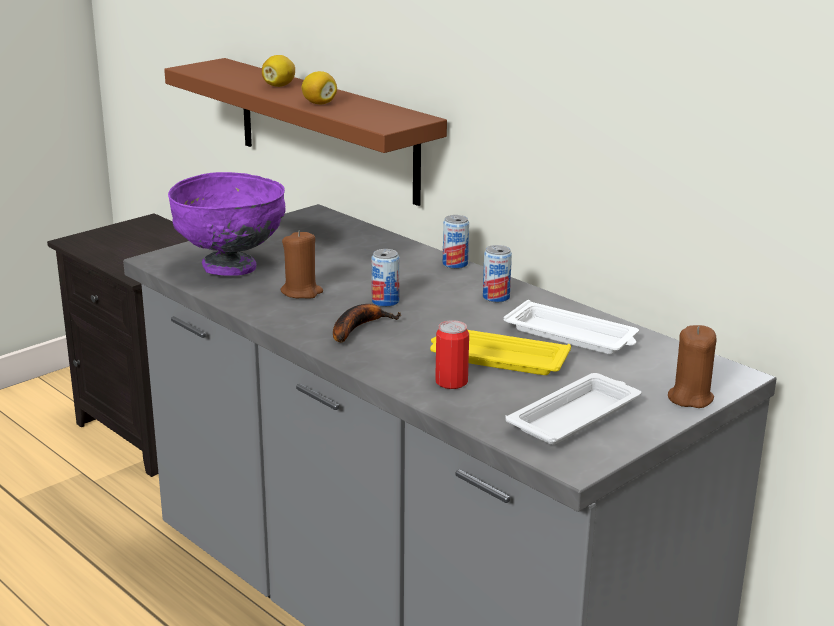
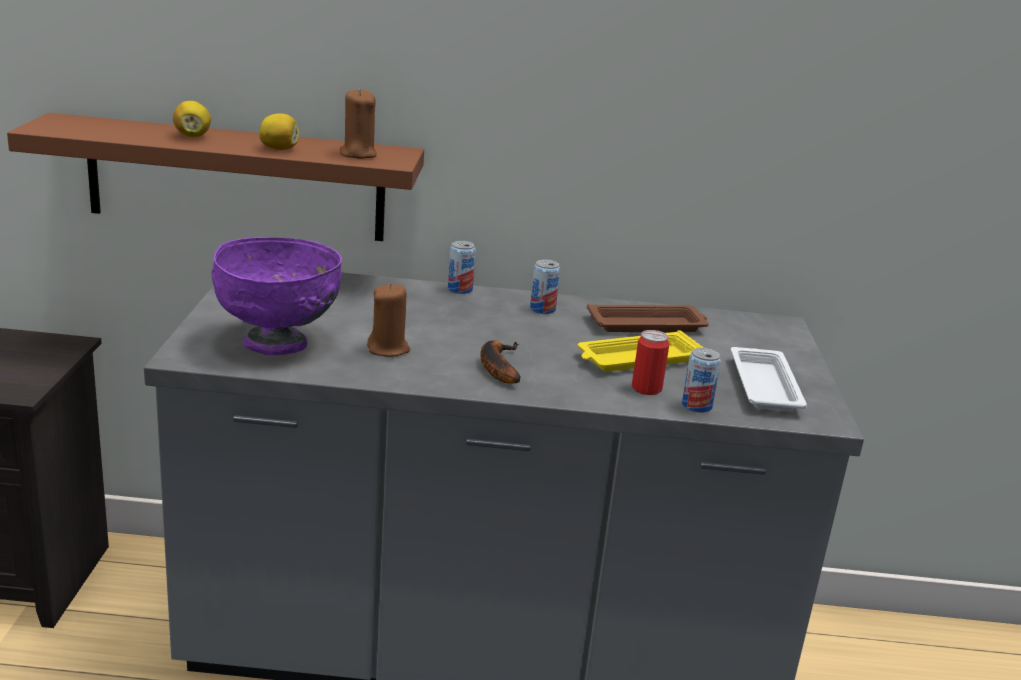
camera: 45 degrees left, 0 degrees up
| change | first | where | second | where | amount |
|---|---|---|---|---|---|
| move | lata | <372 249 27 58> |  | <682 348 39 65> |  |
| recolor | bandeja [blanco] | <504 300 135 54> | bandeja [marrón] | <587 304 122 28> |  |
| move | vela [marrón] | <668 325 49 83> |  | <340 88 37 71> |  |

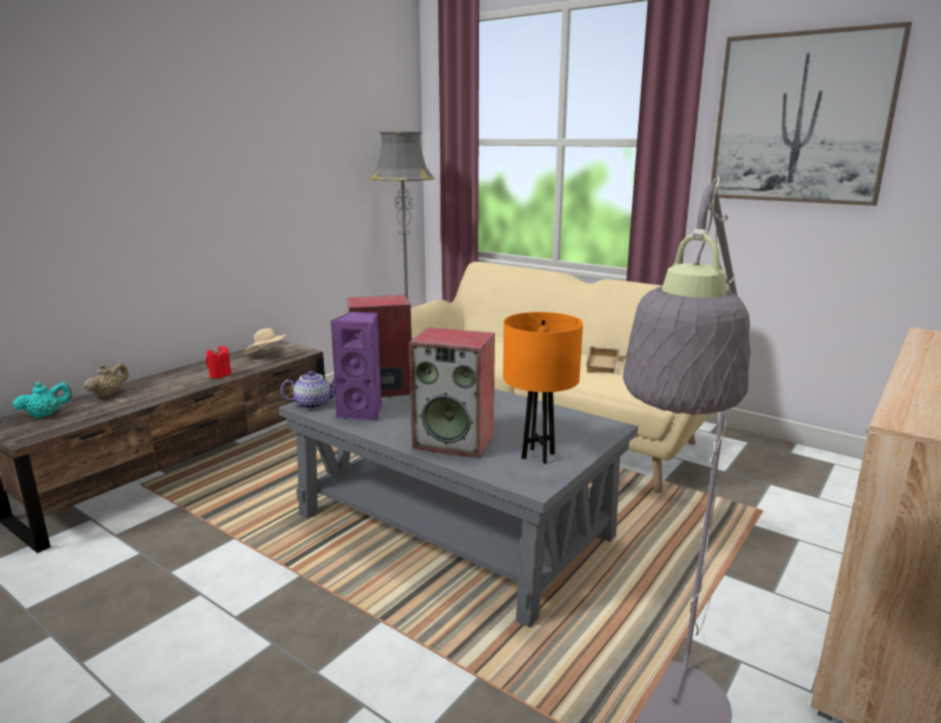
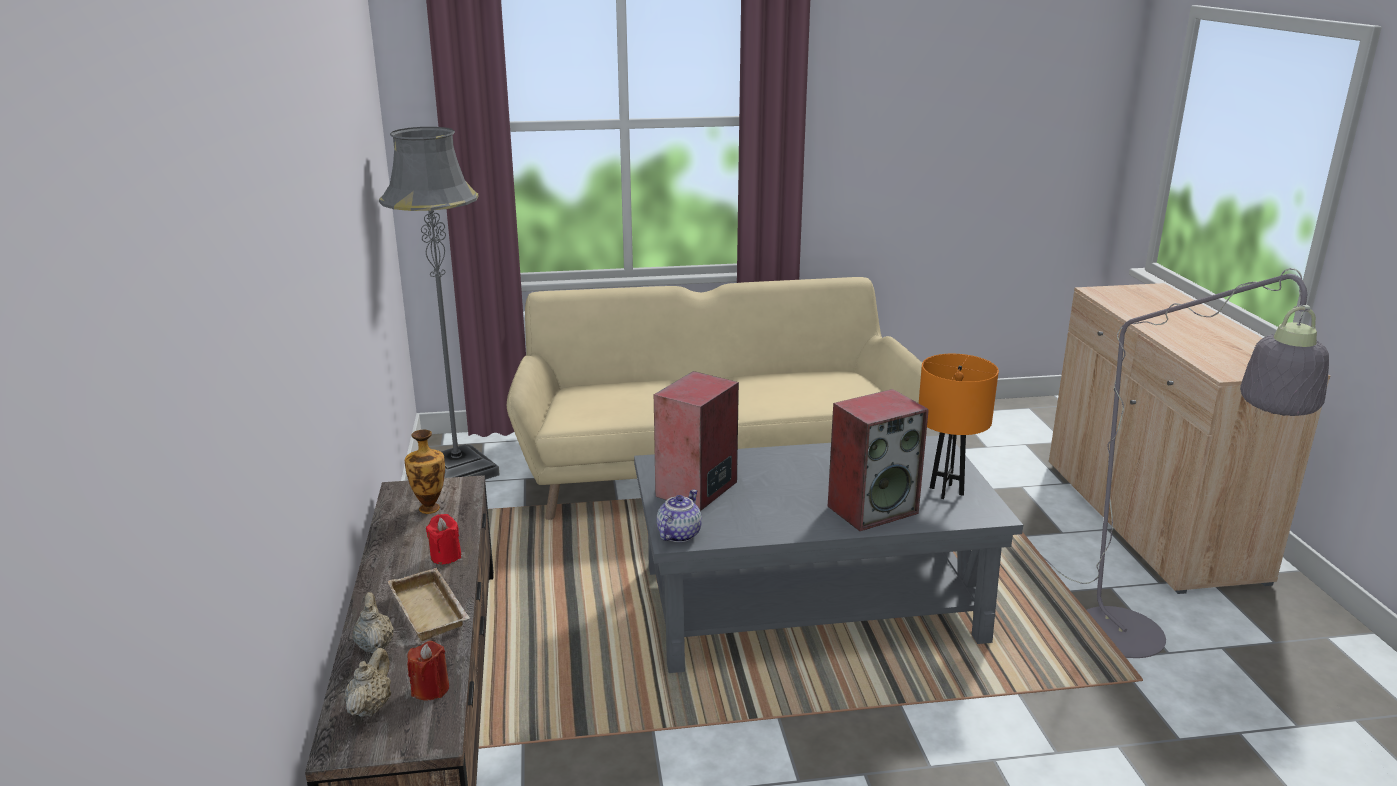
camera: 45 degrees left, 5 degrees up
| change | first | where | second | where | amount |
|---|---|---|---|---|---|
| delete | cuadro | <711 22 201 184> |  |  |  |
| delete | altavoz [morado] | <331 311 51 110> |  |  |  |
| replace | sombrero [beis] | <243 328 44 26> | florero | <405 430 40 84> |  |
| move | bandeja [beis] | <586 346 34 27> |  | <388 568 82 73> |  |
| recolor | tetera [turquesa] | <12 382 60 36> | tetera [beis] | <345 648 46 69> |  |
| insert |  |  | vela [rojo] | <407 641 42 60> |  |

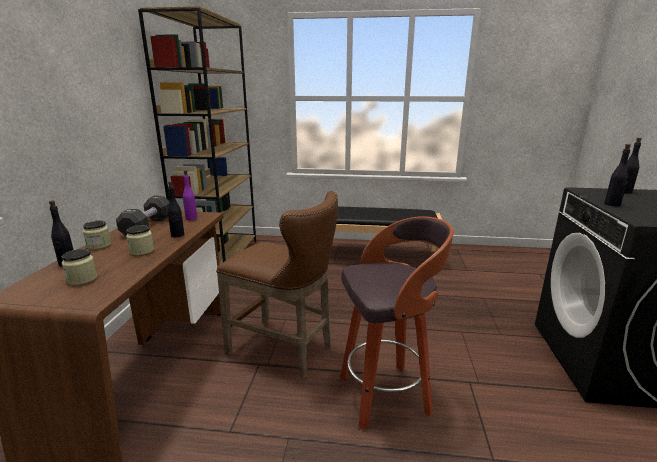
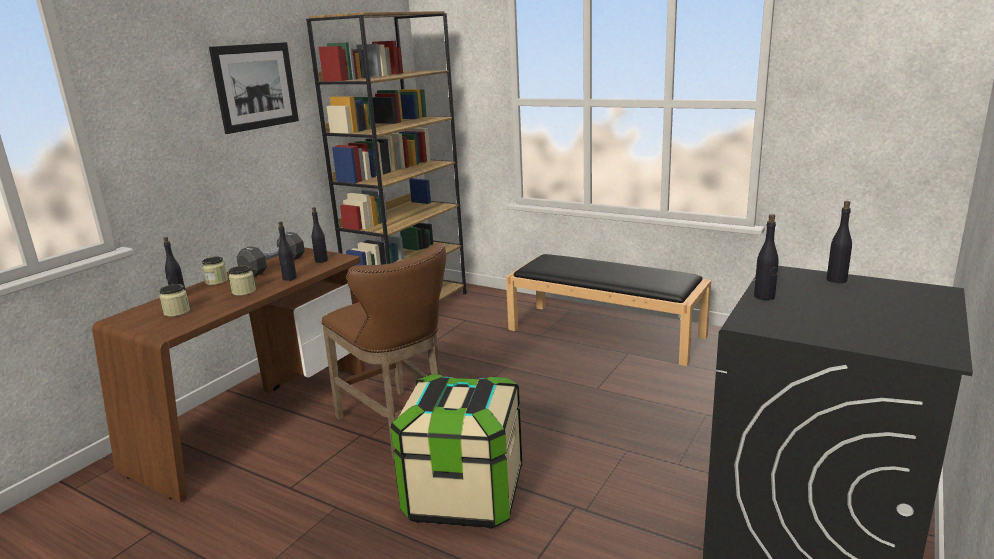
camera: 25 degrees right, 0 degrees up
| change | first | where | second | where | amount |
|---|---|---|---|---|---|
| recolor | botella [morado] | <183 170 14 50> | botella [negro] | <312 207 16 56> |  |
| replace | taburete | <340 216 114 214> | caja de almacenaje | <390 375 132 154> |  |
| insert |  |  | cuadro | <209 42 90 92> |  |

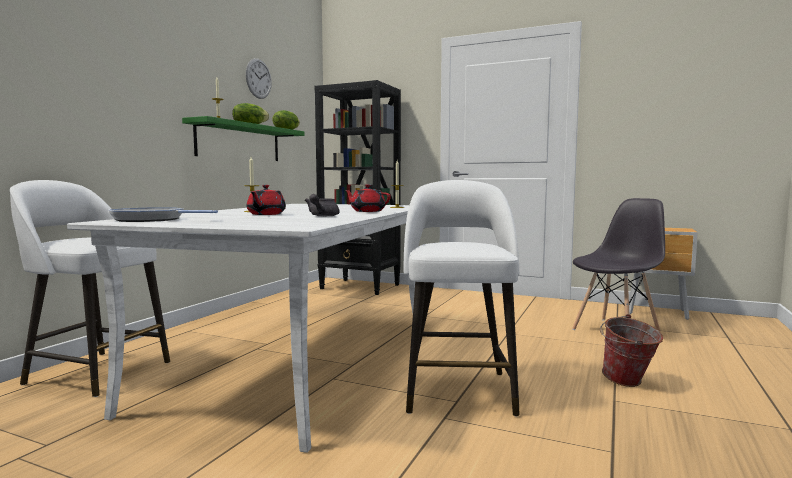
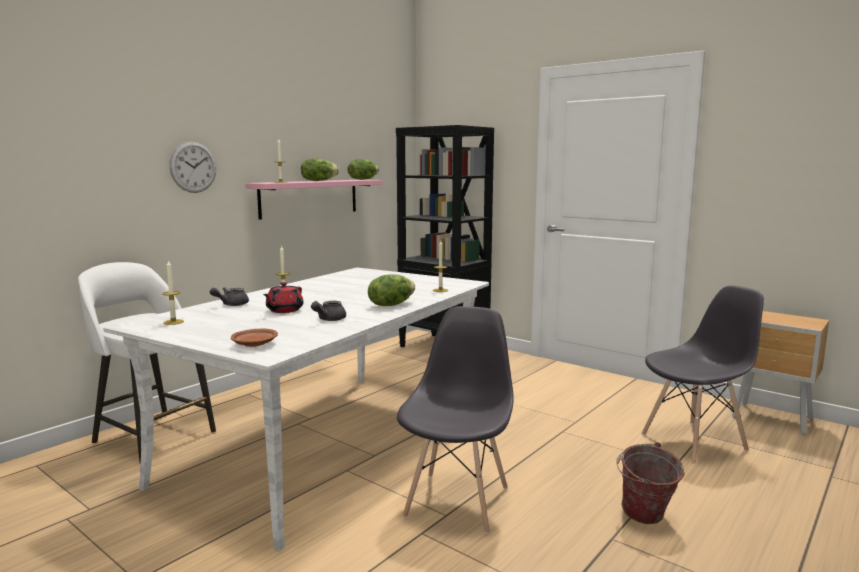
camera: 15 degrees right, 5 degrees up
| change | first | where | second | where | amount |
|---|---|---|---|---|---|
| move | reloj de pared | <246 58 26 41> |  | <169 142 47 51> |  |
| recolor | estante [verde] | <182 116 123 45> | estante [rosa] | <245 180 138 40> |  |
| replace | taburete [blanco] | <404 180 116 237> | silla [gris] | <397 306 117 228> |  |
| replace | tetera [rojo] | <345 184 46 28> | lechuga | <368 275 47 31> |  |
| replace | sartén | <108 207 110 15> | vela | <162 260 22 65> |  |
| insert |  |  | tetera [gris] | <210 287 39 19> |  |
| insert |  |  | plato [marrón] | <231 329 47 18> |  |

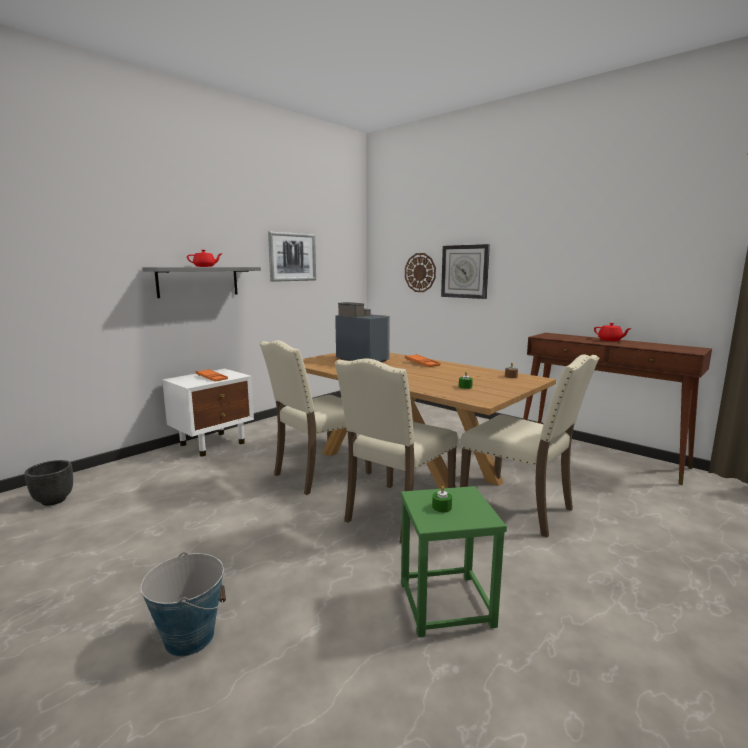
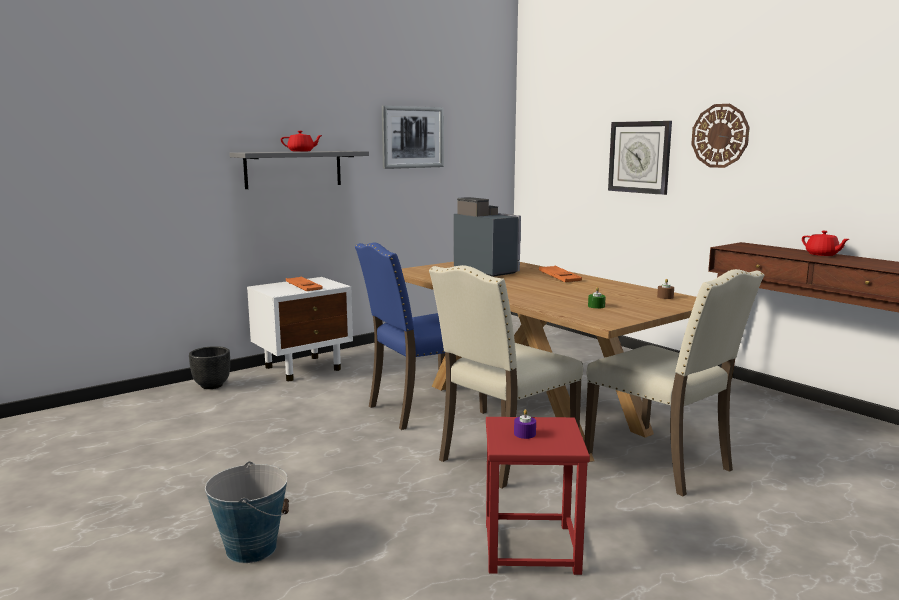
camera: 10 degrees right, 0 degrees up
| change | first | where | second | where | amount |
|---|---|---|---|---|---|
| move | reloj de pared | <405 253 31 39> |  | <691 104 59 64> |  |
| recolor | silla [beis] | <259 340 112 155> | silla [azul] | <355 242 132 188> |  |
| move | maceta [negro] | <25 460 48 46> |  | <189 346 41 43> |  |
| recolor | taburete [verde] | <401 486 106 151> | taburete [rojo] | <486 417 104 158> |  |
| recolor | vela [verde] | <432 486 20 27> | vela [morado] | <514 409 22 30> |  |

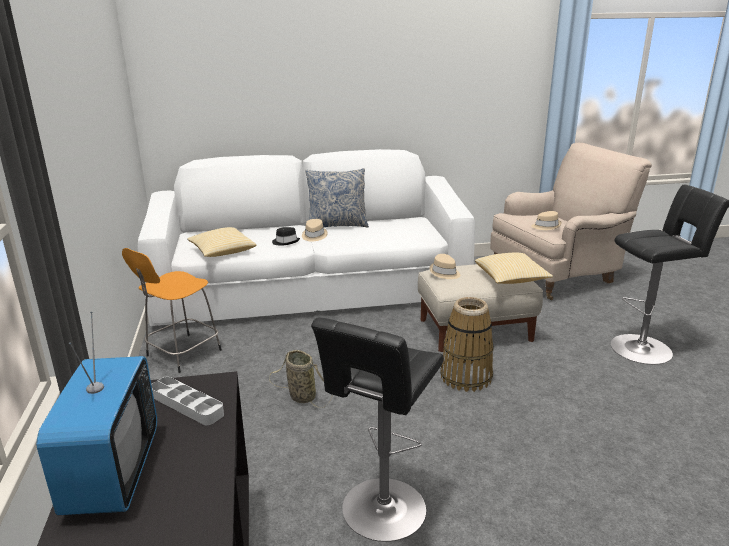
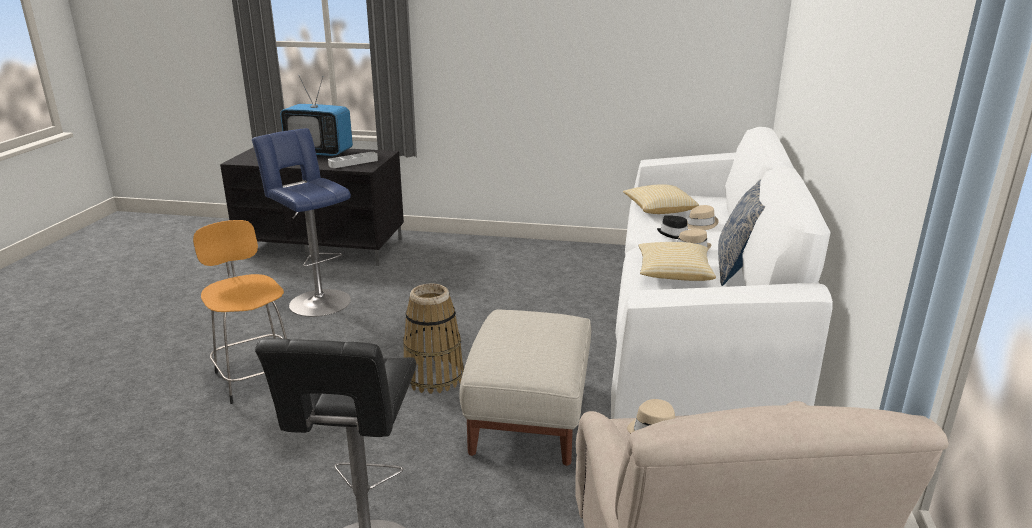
camera: 110 degrees right, 0 degrees up
| change | first | where | second | where | amount |
|---|---|---|---|---|---|
| move | taburete [naranja] | <122 248 100 125> |  | <193 220 94 184> |  |
| move | cojín | <475 253 78 31> |  | <638 242 78 39> |  |
| move | sombrero [beis] | <430 254 30 25> |  | <687 205 32 25> |  |
| recolor | taburete [negro] | <311 317 133 225> | taburete [azul] | <252 128 99 189> |  |
| delete | cesta | <269 350 64 58> |  |  |  |

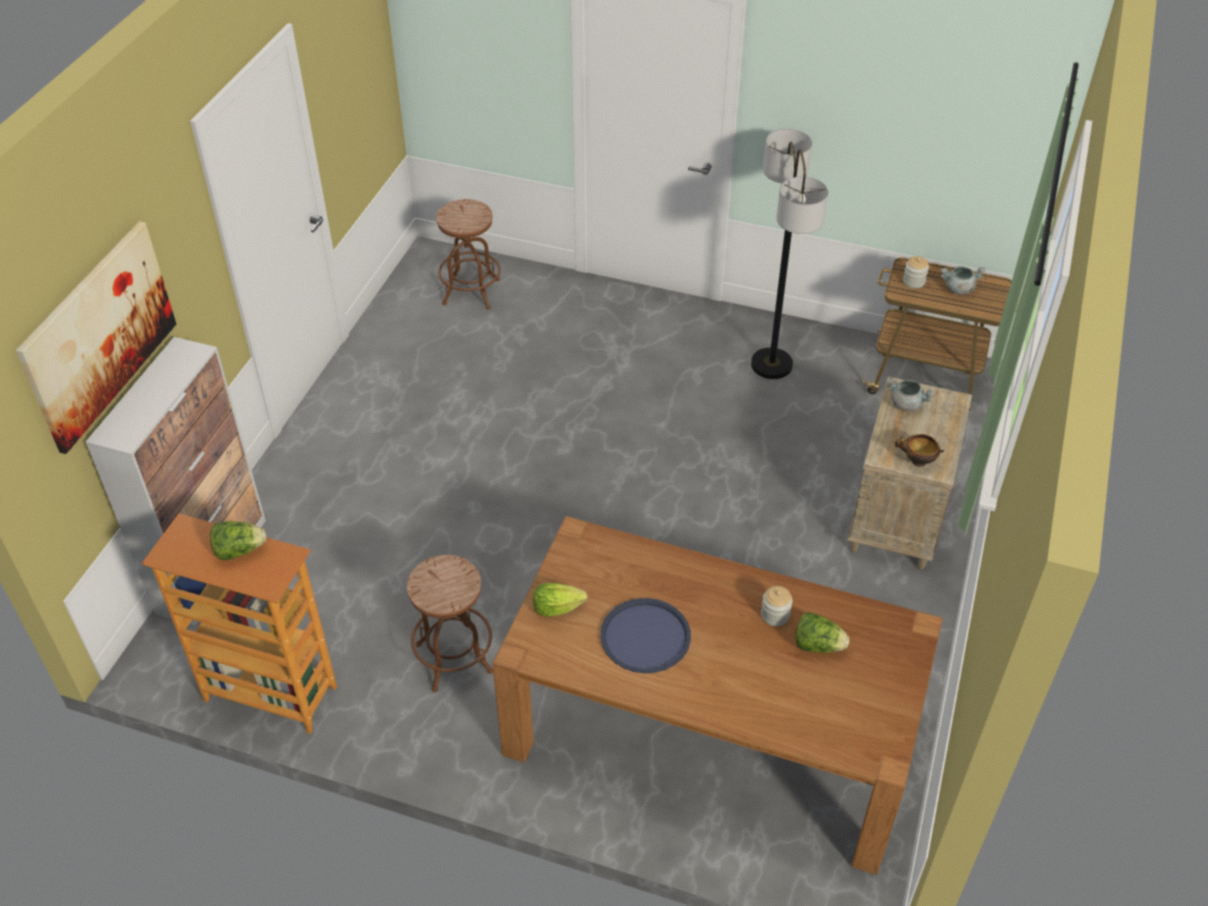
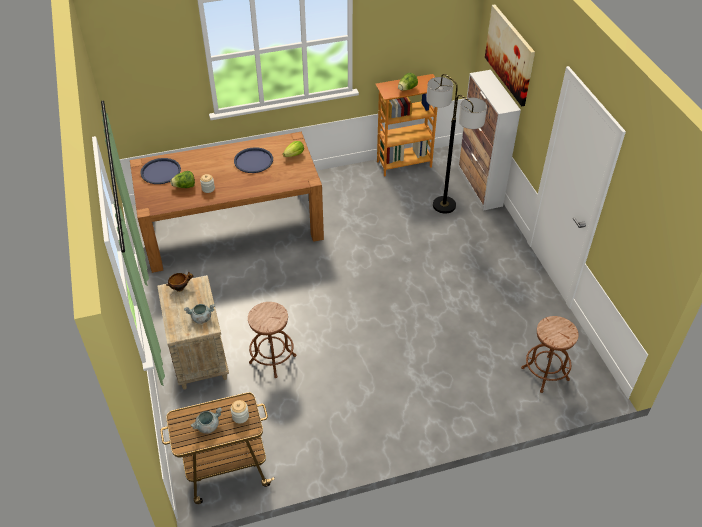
camera: 145 degrees right, 0 degrees up
| change | first | where | second | where | amount |
|---|---|---|---|---|---|
| move | lámpara de pie | <751 129 77 250> |  | <426 74 61 139> |  |
| move | taburete [marrón] | <407 555 86 137> |  | <248 302 48 76> |  |
| insert |  |  | bandeja [azul] | <141 158 40 26> |  |

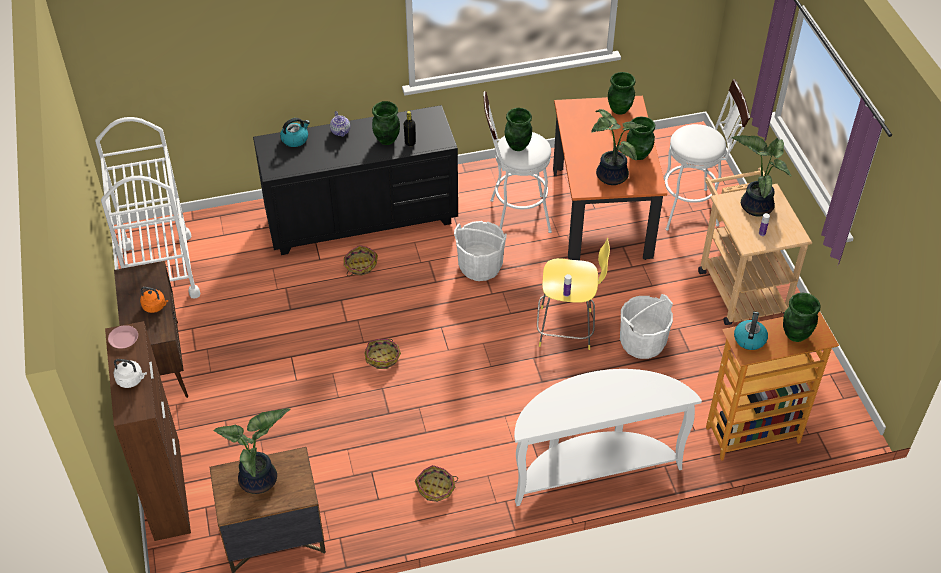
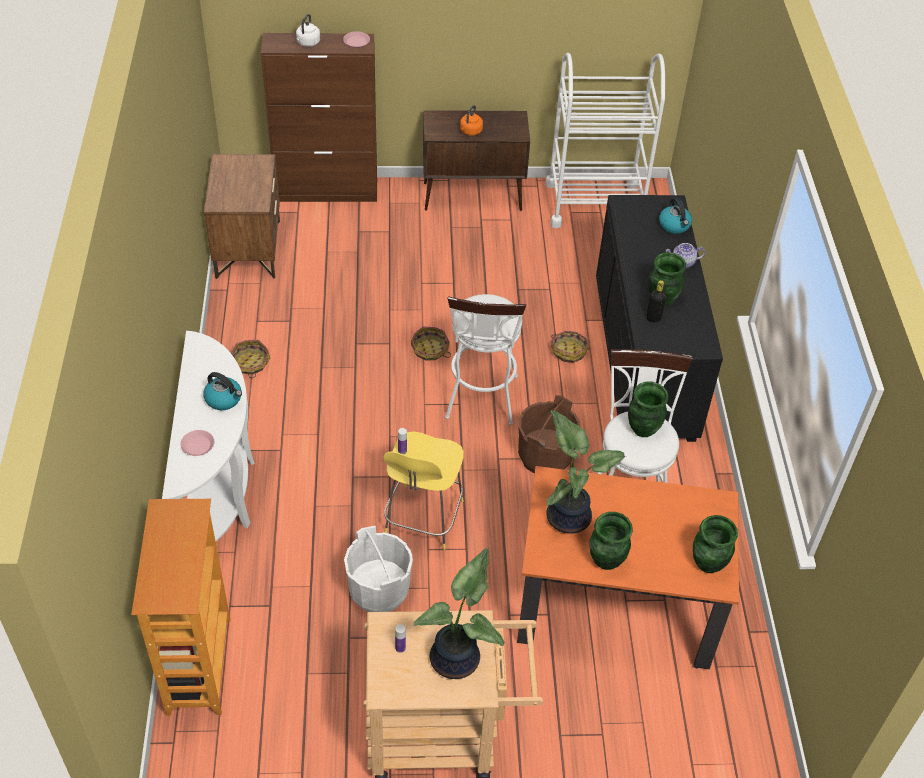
camera: 100 degrees right, 0 degrees up
| change | first | where | second | where | amount |
|---|---|---|---|---|---|
| move | taburete [blanco] | <664 79 86 152> |  | <445 294 81 131> |  |
| recolor | cubo [blanco] | <454 221 53 60> | cubo [marrón] | <518 395 62 78> |  |
| delete | florero [verde] | <783 293 38 49> |  |  |  |
| move | hervidor | <734 312 34 38> |  | <203 372 39 38> |  |
| delete | planta en maceta | <213 408 77 86> |  |  |  |
| insert |  |  | plato [rosa] | <181 430 33 26> |  |

